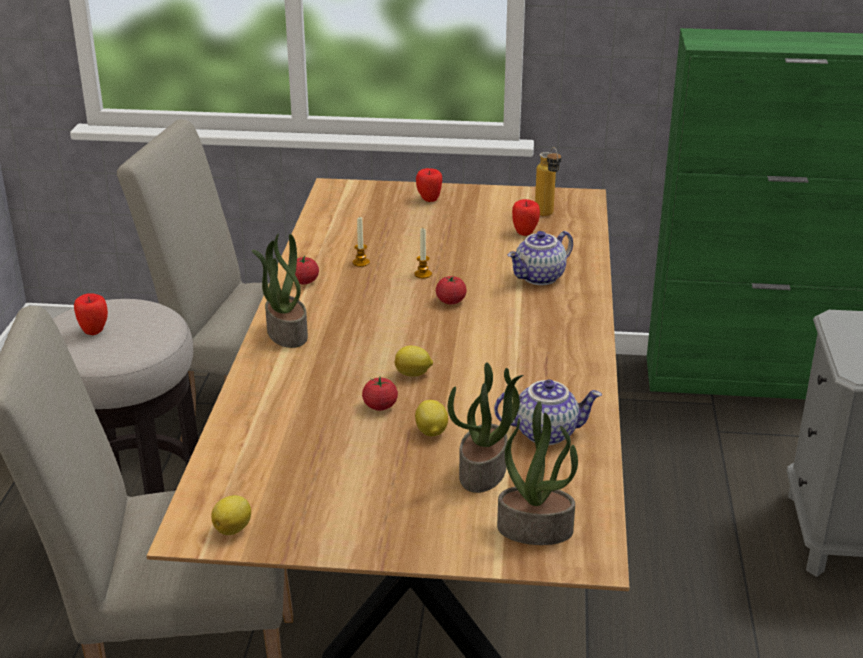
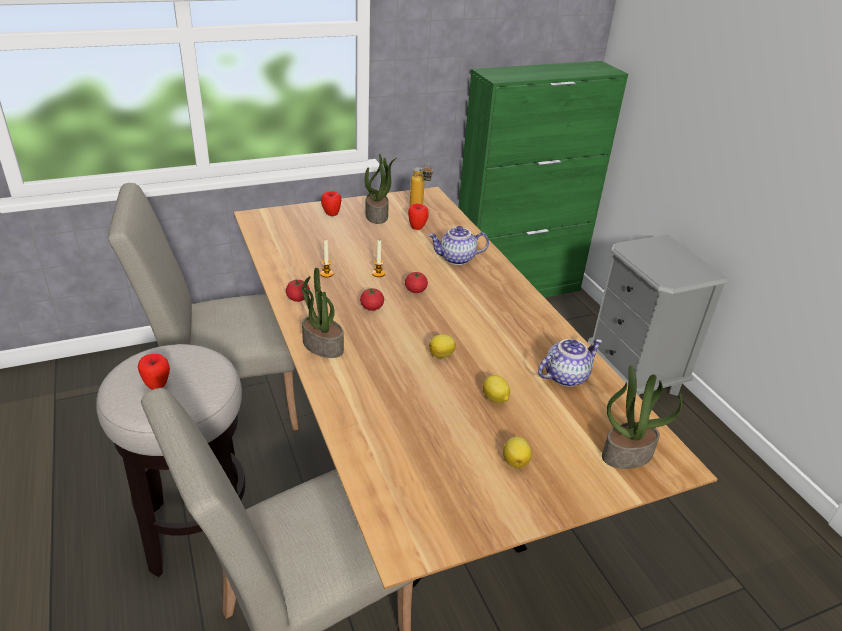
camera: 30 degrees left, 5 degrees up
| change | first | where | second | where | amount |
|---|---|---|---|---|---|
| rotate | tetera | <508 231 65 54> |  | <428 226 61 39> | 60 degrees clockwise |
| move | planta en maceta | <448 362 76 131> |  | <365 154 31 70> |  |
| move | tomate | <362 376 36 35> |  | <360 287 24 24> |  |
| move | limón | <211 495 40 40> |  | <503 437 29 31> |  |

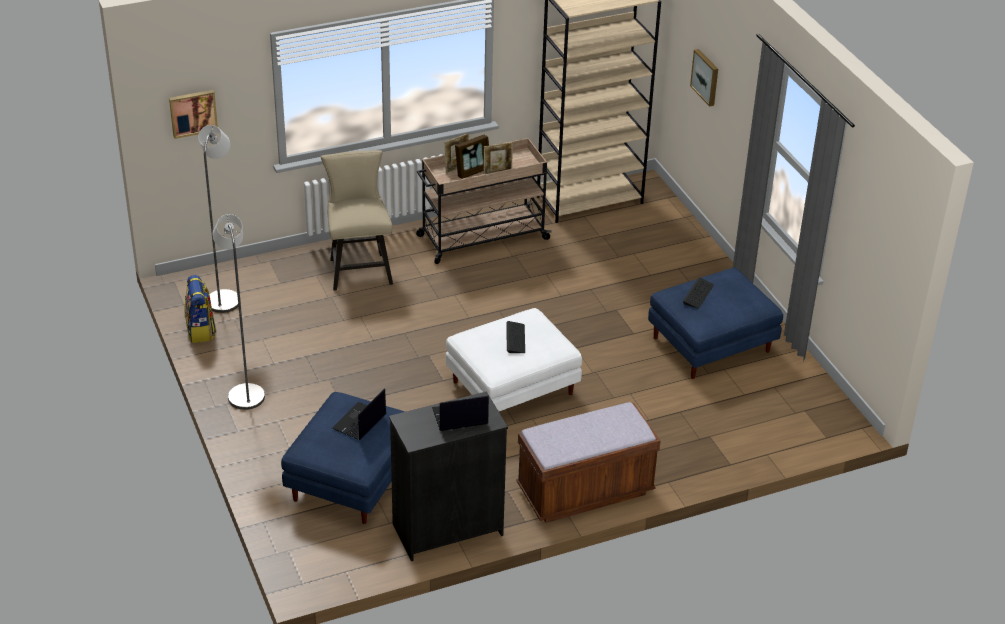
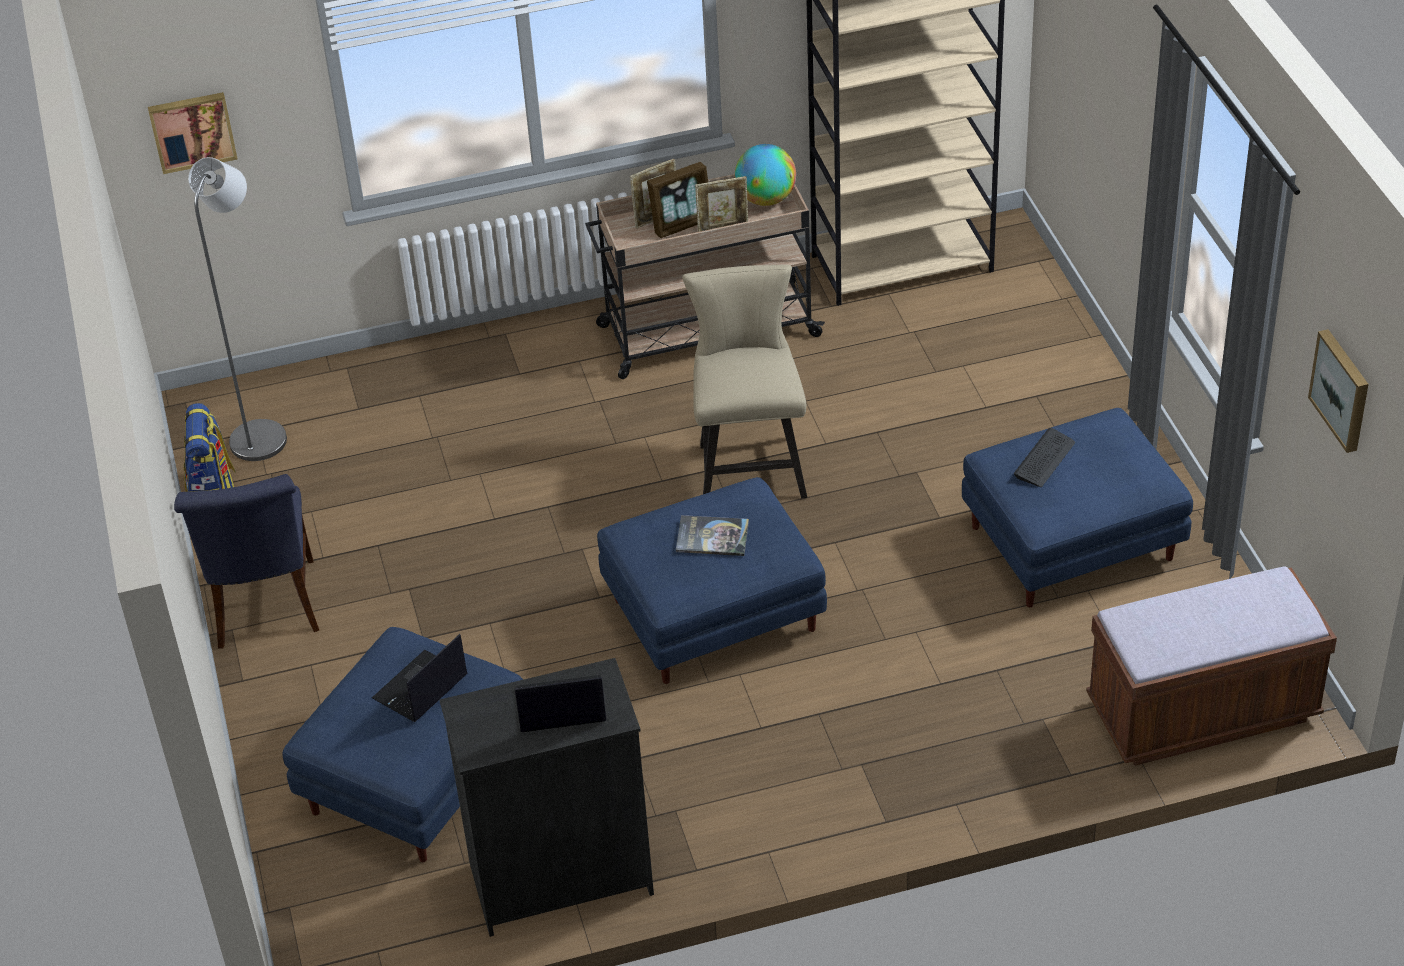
camera: 10 degrees right, 5 degrees up
| change | first | where | second | where | amount |
|---|---|---|---|---|---|
| move | cuadro | <690 49 28 58> |  | <1308 329 60 124> |  |
| move | silla [beis] | <321 150 72 140> |  | <682 265 125 233> |  |
| replace | lámpara de pie [gris] | <212 214 53 196> | silla [azul] | <174 474 145 175> |  |
| recolor | puf [blanco] | <446 308 136 103> | puf [azul] | <597 477 230 207> |  |
| replace | teclado | <506 321 19 32> | libro | <676 515 73 41> |  |
| move | banco [marrón] | <516 402 144 121> |  | <1086 566 251 200> |  |
| insert |  |  | globo terráqueo | <735 144 61 62> |  |

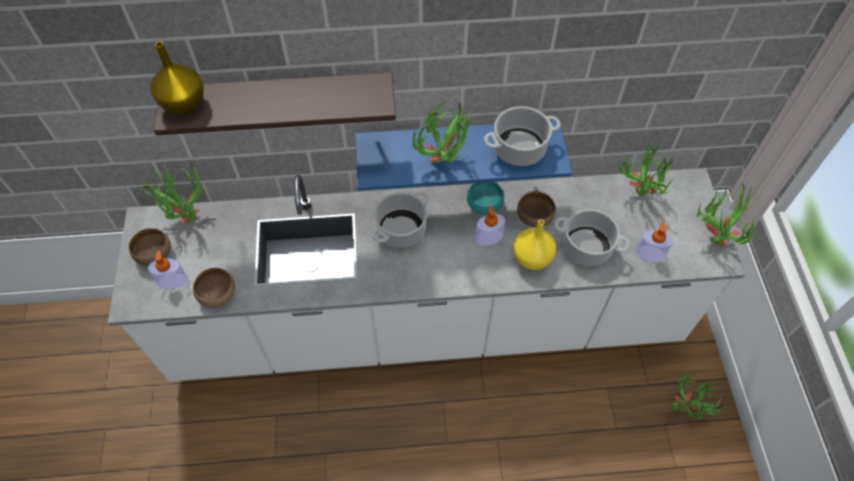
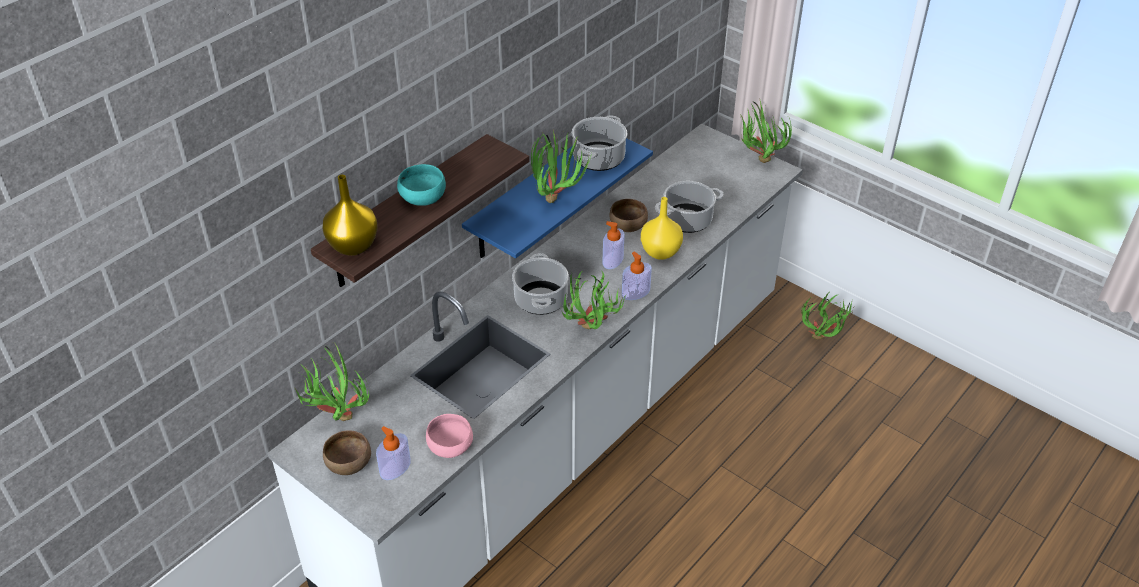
camera: 45 degrees left, 15 degrees down
| change | first | where | second | where | amount |
|---|---|---|---|---|---|
| move | planta en maceta | <619 142 59 54> |  | <562 271 65 58> |  |
| move | cuenco [turquesa] | <467 181 37 34> |  | <397 164 49 42> |  |
| move | dispensador de jabón | <636 222 38 40> |  | <622 251 30 49> |  |
| recolor | cuenco [marrón] | <193 268 42 39> | cuenco [rosa] | <426 414 47 44> |  |

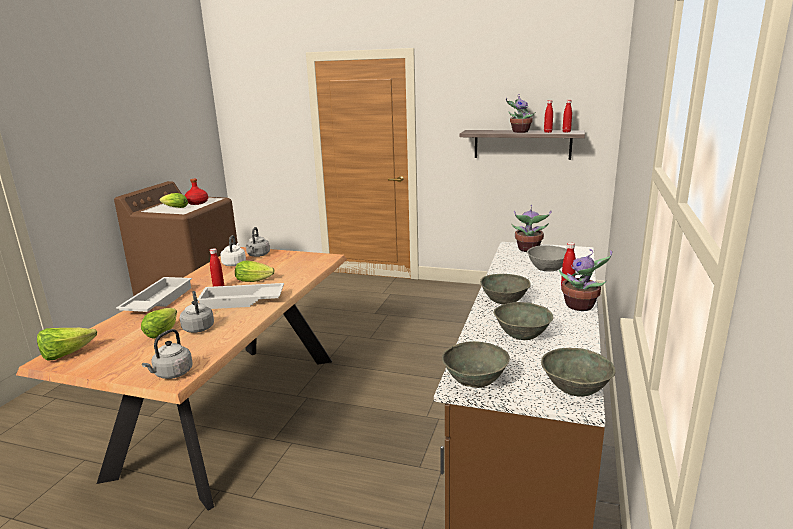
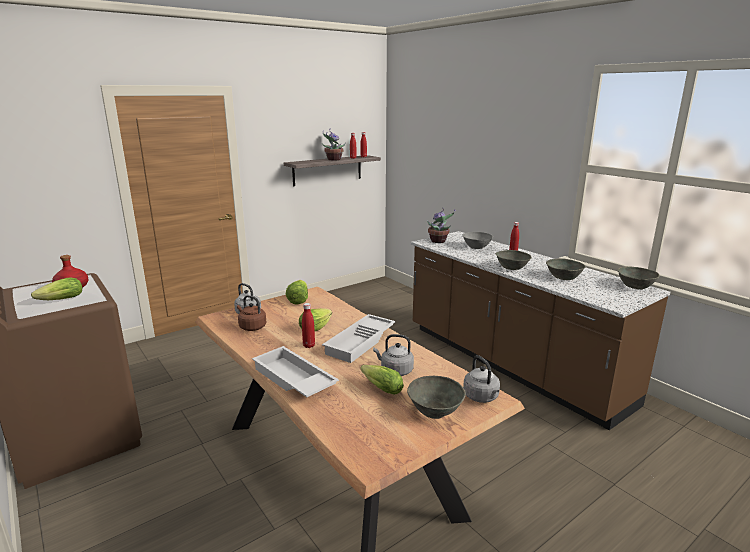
camera: 55 degrees left, 0 degrees up
| change | first | where | second | where | amount |
|---|---|---|---|---|---|
| recolor | hervidor [blanco] | <220 235 26 31> | hervidor [marrón] | <237 295 29 36> |  |
| delete | planta en maceta | <559 249 53 62> |  |  |  |
| move | lechuga | <37 328 60 33> |  | <286 280 22 24> |  |
| move | cuenco [gris] | <442 341 68 47> |  | <407 376 59 43> |  |

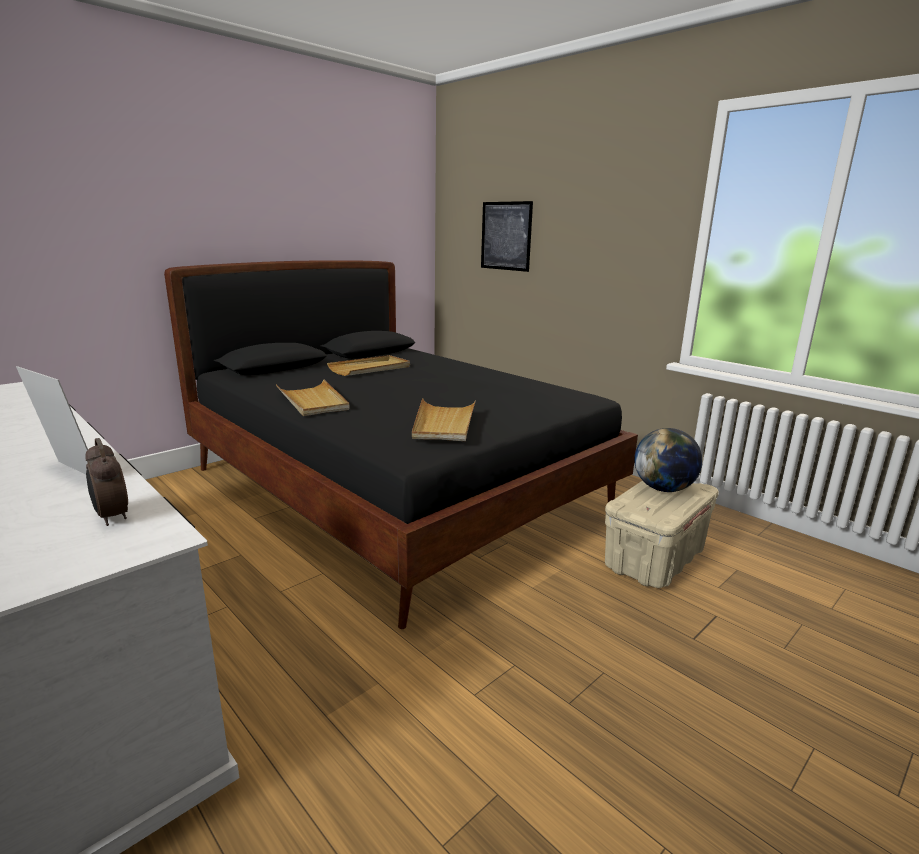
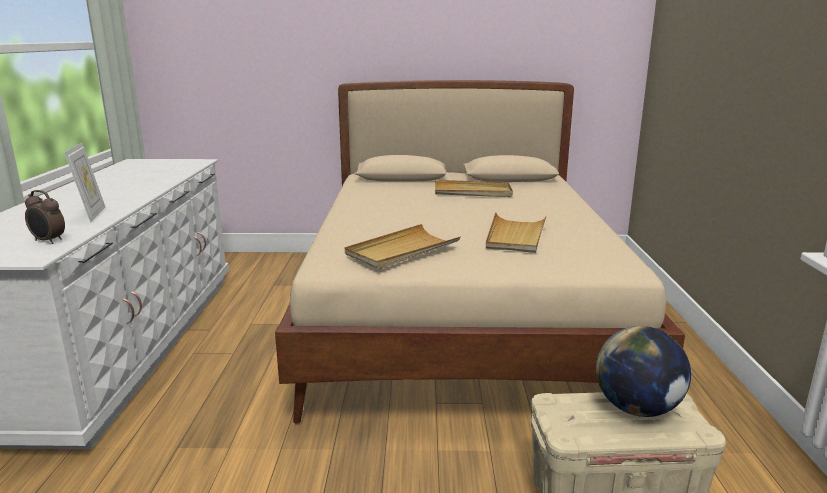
camera: 45 degrees right, 0 degrees up
| change | first | where | second | where | amount |
|---|---|---|---|---|---|
| delete | cuadro | <481 201 52 71> |  |  |  |
| recolor | cama [negro] | <164 260 474 369> | cama [beis] | <275 80 410 344> |  |
| move | bandeja [beis] | <276 379 74 37> |  | <486 212 61 41> |  |
| rotate | despertador | <86 438 42 88> |  | <25 190 40 54> | 75 degrees counterclockwise |

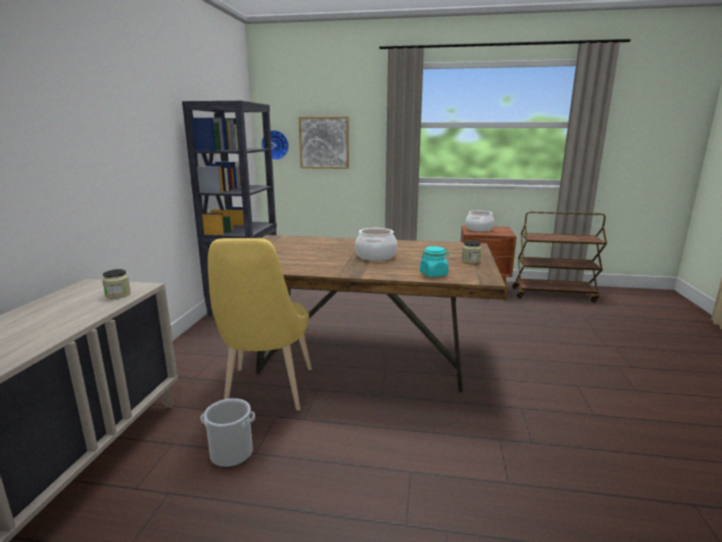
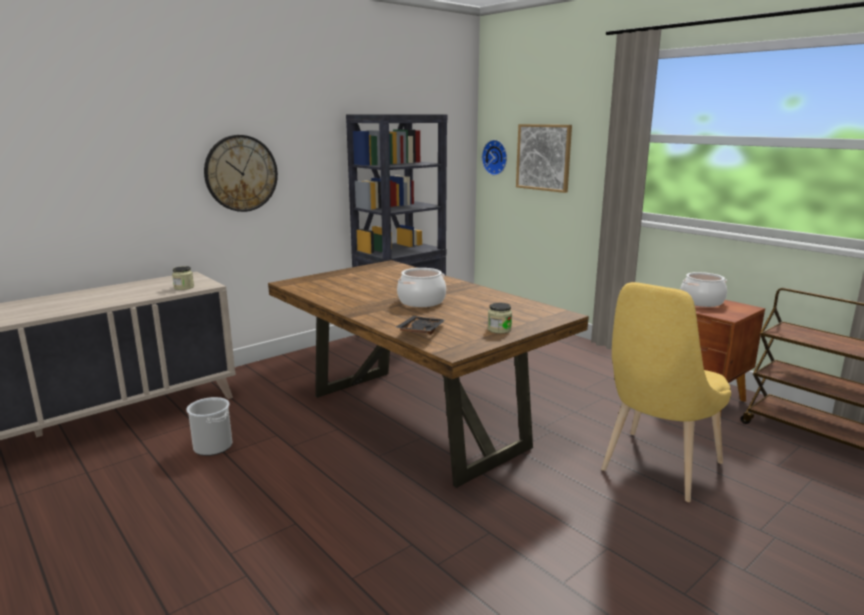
camera: 40 degrees right, 0 degrees up
| change | first | where | second | where | amount |
|---|---|---|---|---|---|
| move | silla [amarillo] | <208 238 104 173> |  | <601 282 130 220> |  |
| replace | tarro [turquesa] | <420 246 29 31> | bandeja [negro] | <396 316 49 19> |  |
| insert |  |  | reloj de pared | <204 135 74 77> |  |

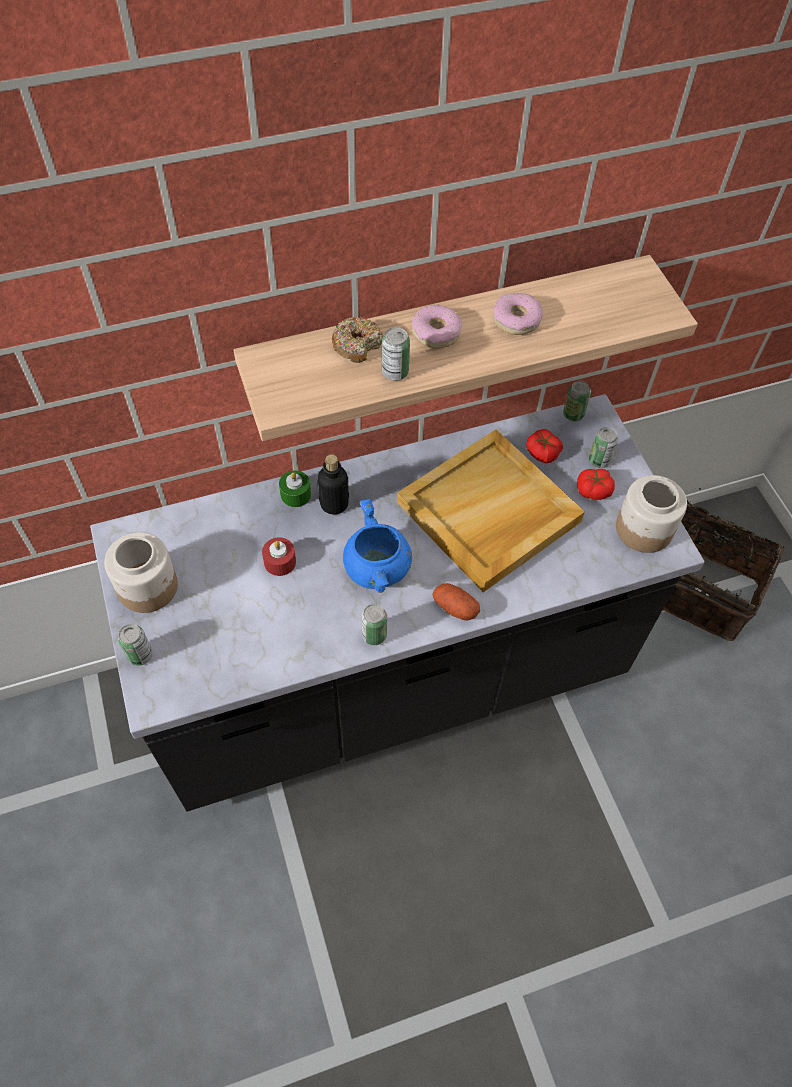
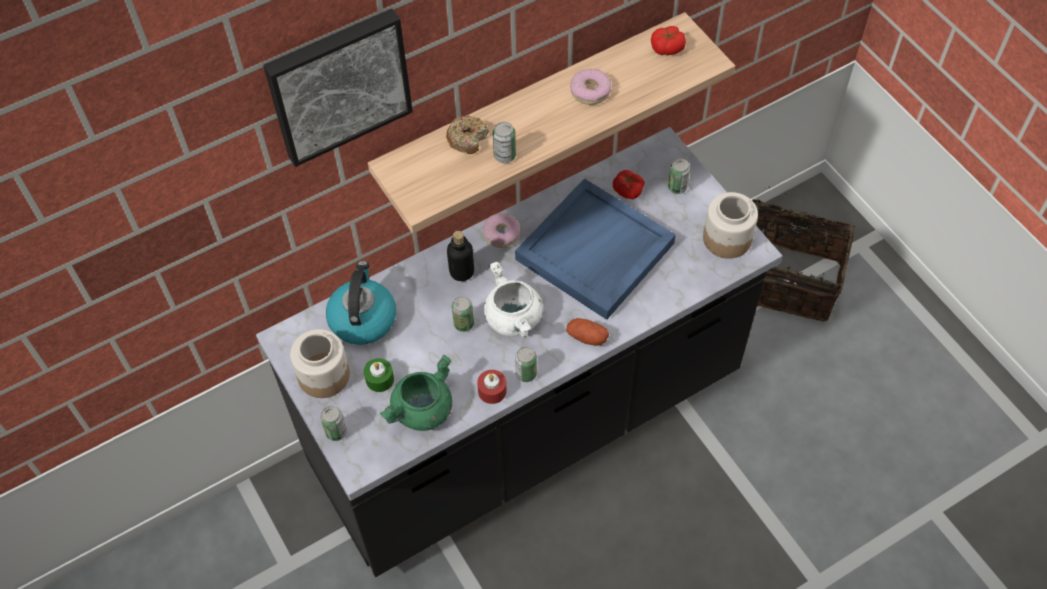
camera: 10 degrees left, 0 degrees up
| change | first | where | second | where | amount |
|---|---|---|---|---|---|
| move | rosquilla | <412 304 50 45> |  | <483 213 37 35> |  |
| move | lata | <563 381 28 40> |  | <452 296 22 36> |  |
| recolor | bandeja [beis] | <397 429 188 163> | bandeja [azul] | <515 178 161 142> |  |
| move | tomate | <577 469 38 31> |  | <651 26 35 29> |  |
| move | vela [verde] | <279 471 32 36> |  | <364 358 30 34> |  |
| recolor | olla [azul] | <343 499 69 94> | olla [blanco] | <484 262 59 75> |  |
| move | vela [rojo] | <262 537 34 39> |  | <477 370 30 34> |  |
| insert |  |  | cuadro | <263 9 150 158> |  |
| insert |  |  | hervidor | <326 261 70 84> |  |
| insert |  |  | olla [verde] | <380 355 72 76> |  |

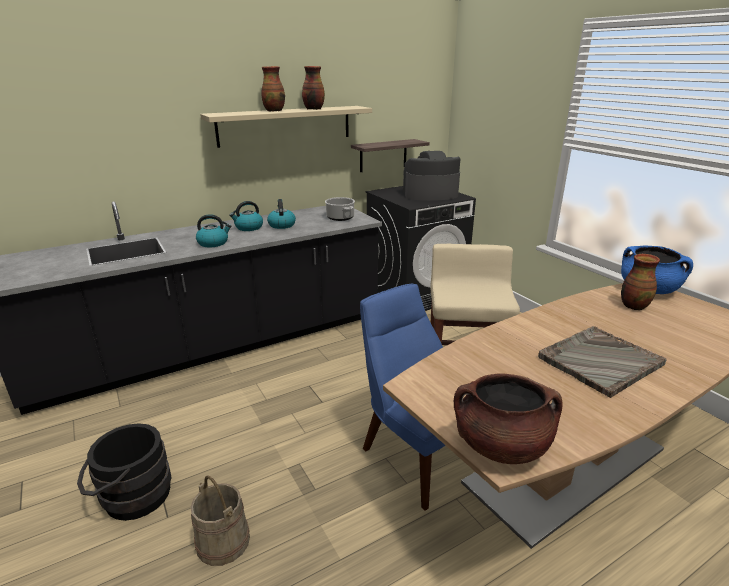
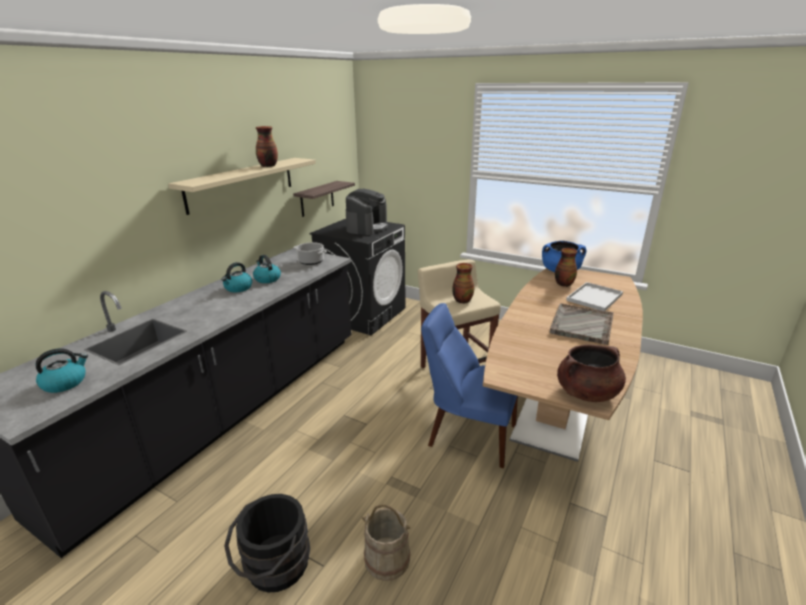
camera: 30 degrees left, 0 degrees up
| change | first | where | second | where | amount |
|---|---|---|---|---|---|
| move | florero | <261 66 24 46> |  | <452 263 22 41> |  |
| rotate | cafetera | <403 151 57 50> |  | <346 189 42 46> | 150 degrees clockwise |
| move | hervidor | <196 214 35 33> |  | <35 348 53 45> |  |
| insert |  |  | bandeja [blanco] | <566 282 57 29> |  |

